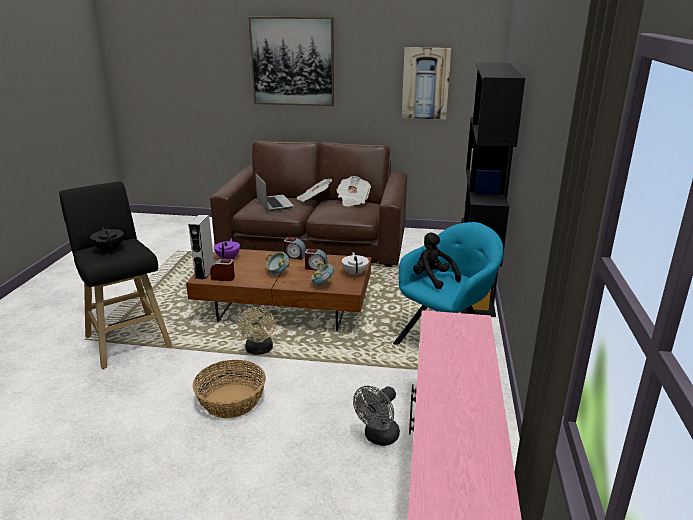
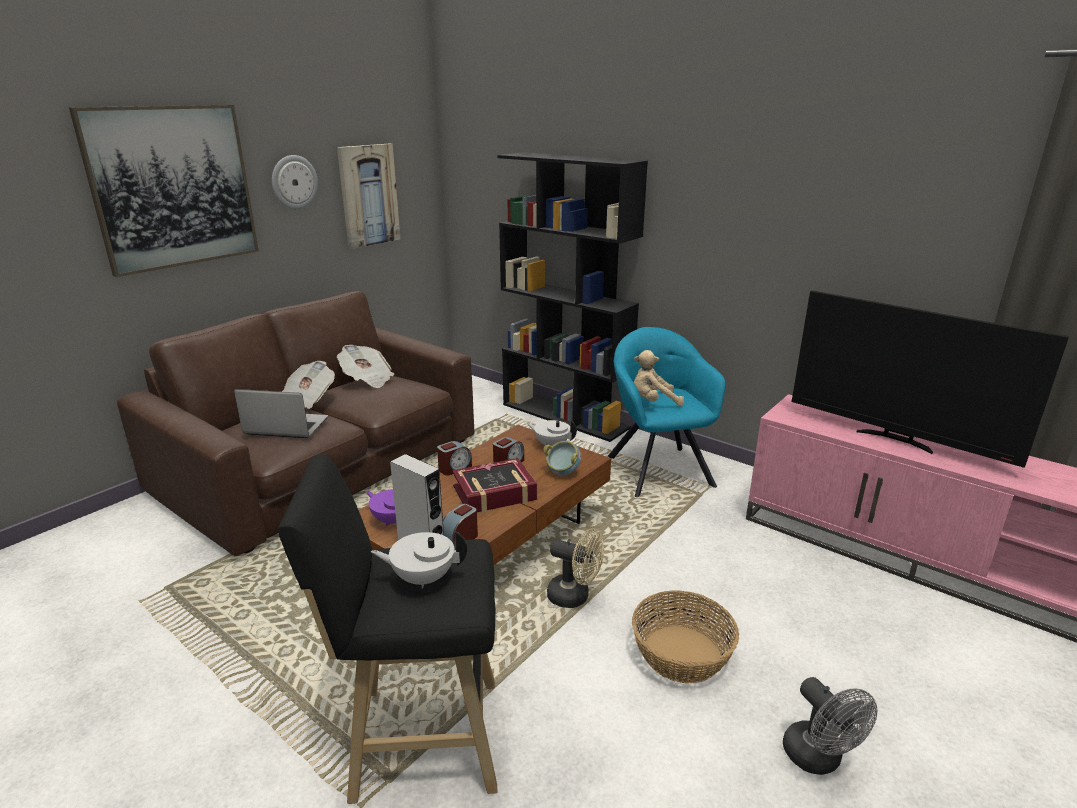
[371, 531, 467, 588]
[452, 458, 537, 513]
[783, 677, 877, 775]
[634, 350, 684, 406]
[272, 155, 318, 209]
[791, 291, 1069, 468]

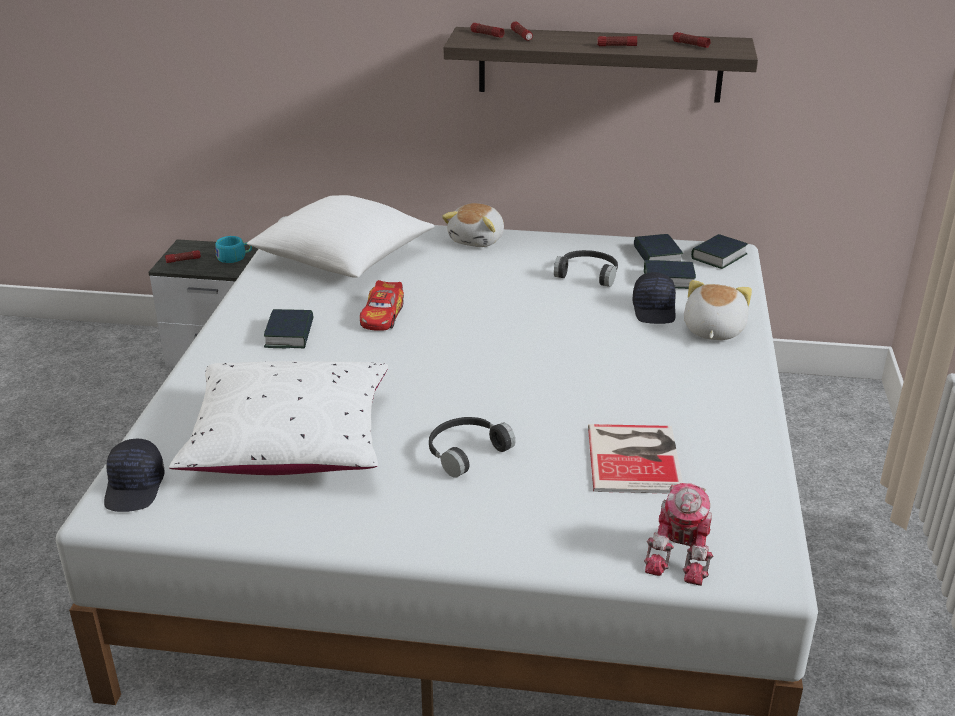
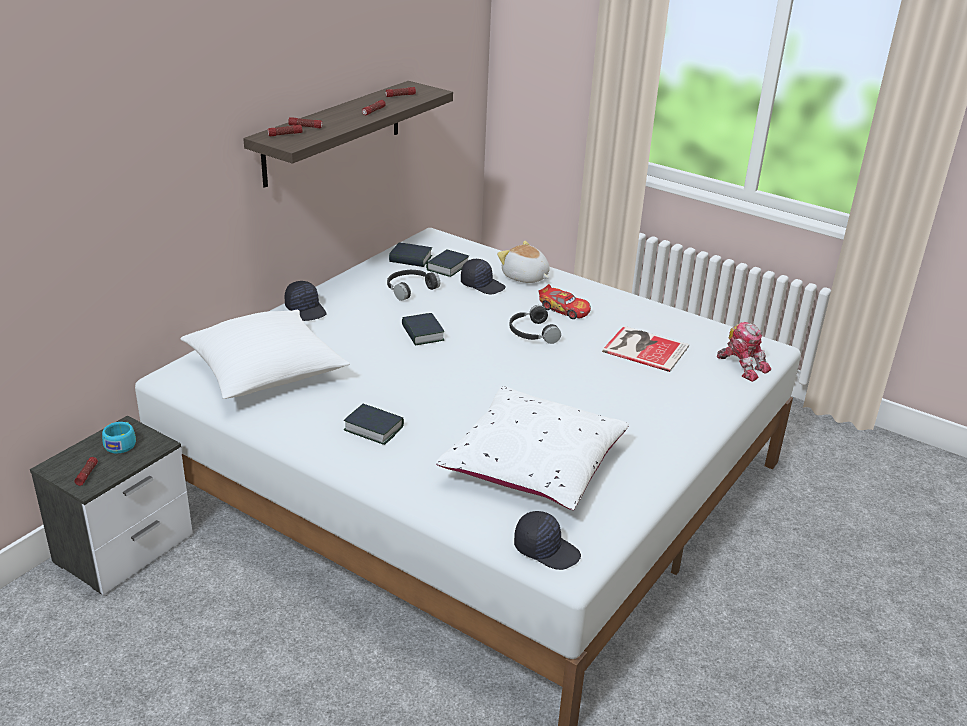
[539, 284, 591, 319]
[509, 305, 561, 344]
[284, 281, 327, 321]
[402, 313, 444, 346]

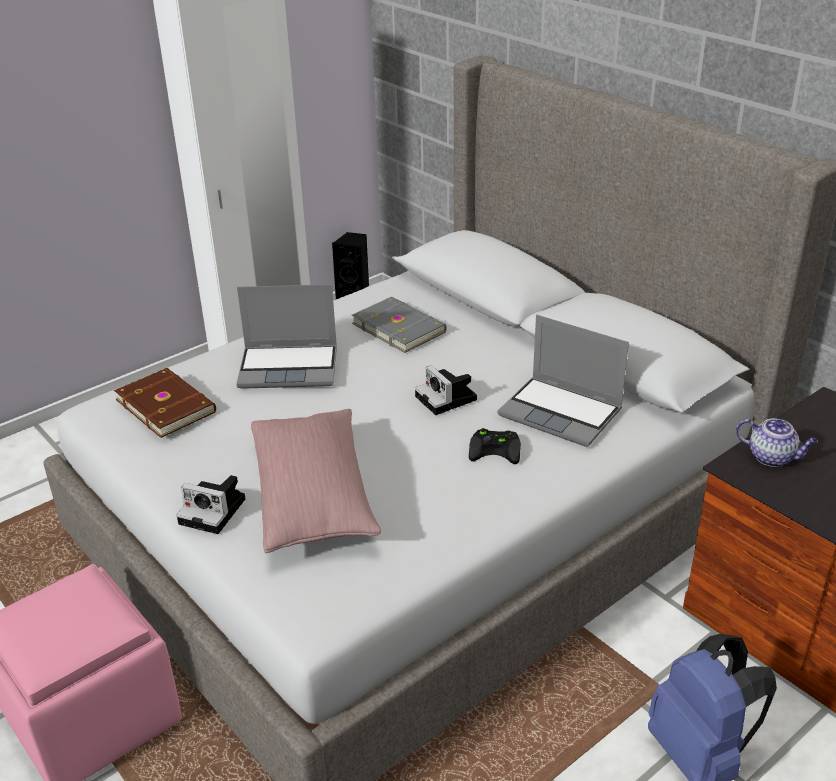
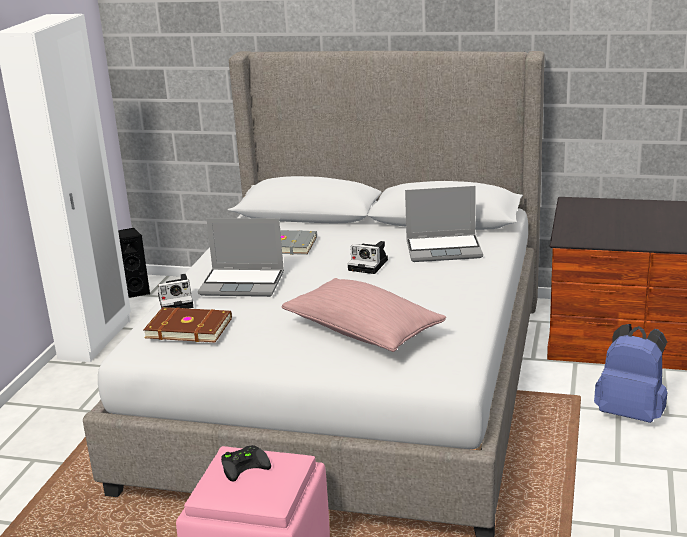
[158, 274, 193, 309]
[198, 218, 284, 297]
[221, 445, 271, 482]
[736, 418, 818, 467] (first image)

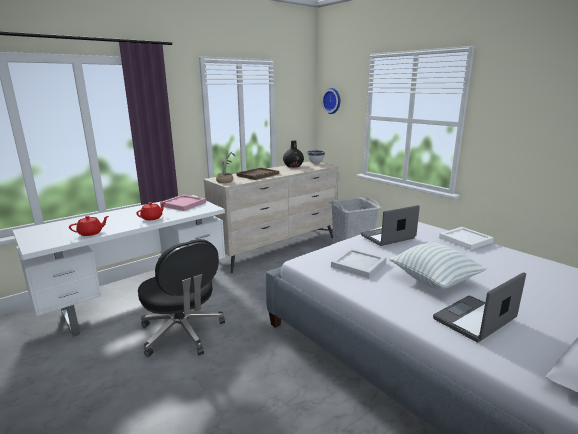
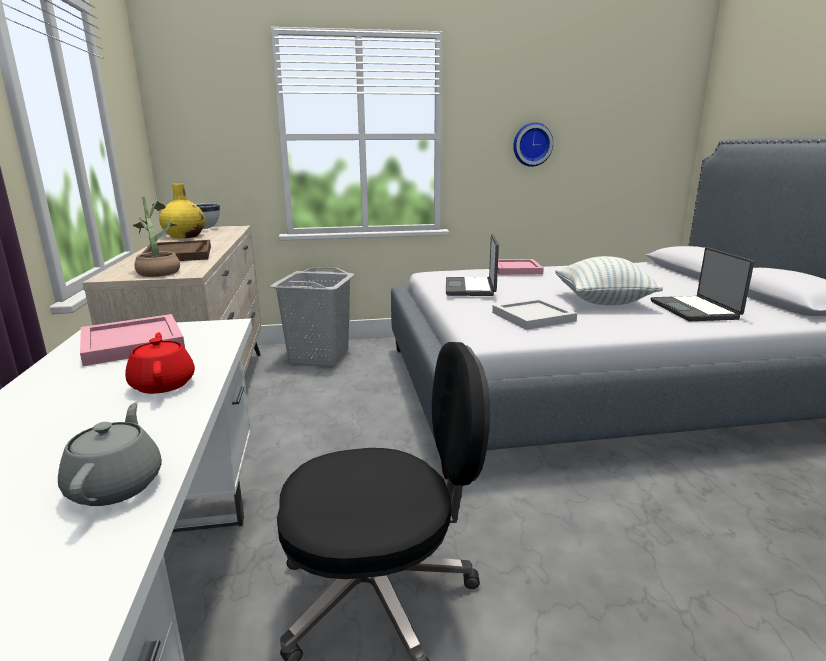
[58, 402, 162, 506]
[159, 183, 205, 239]
[513, 122, 553, 167]
[498, 259, 544, 275]

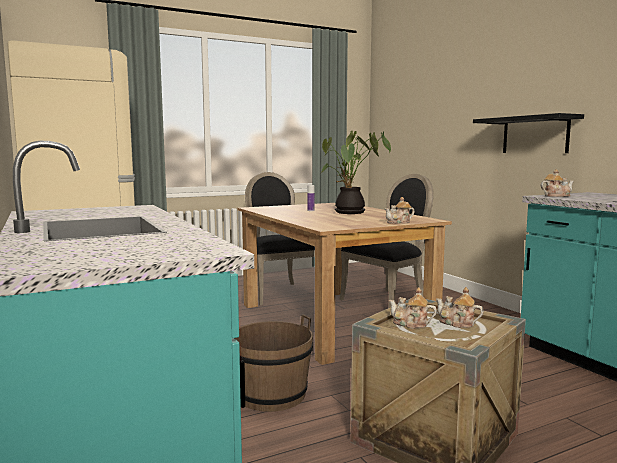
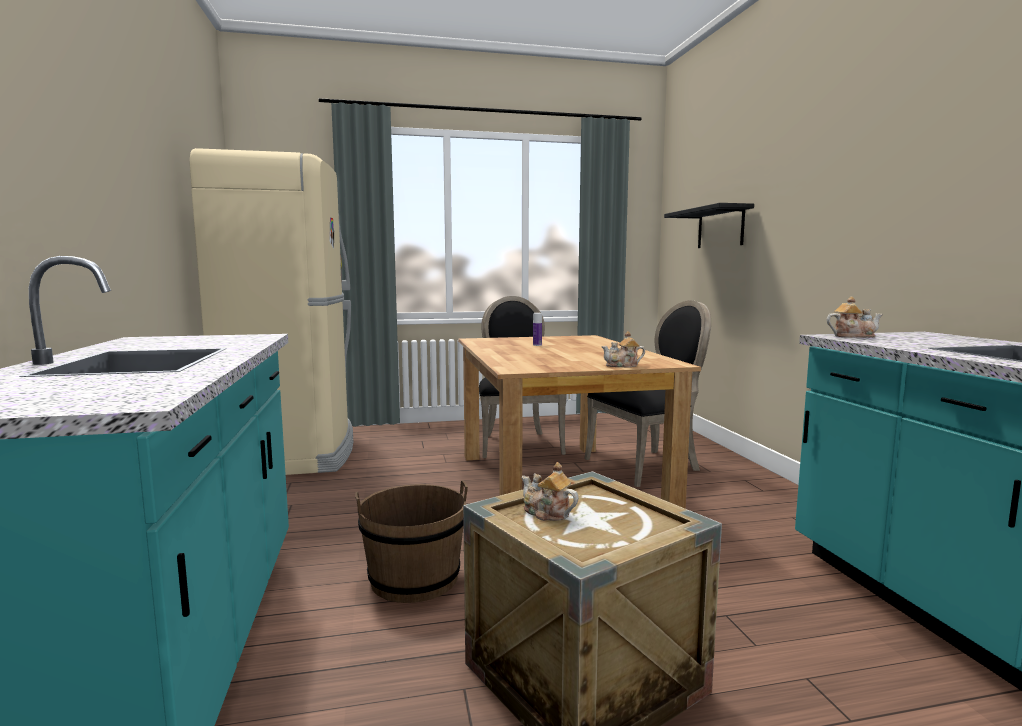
[321, 131, 391, 214] (first image)
[436, 287, 484, 328] (first image)
[664, 203, 754, 248]

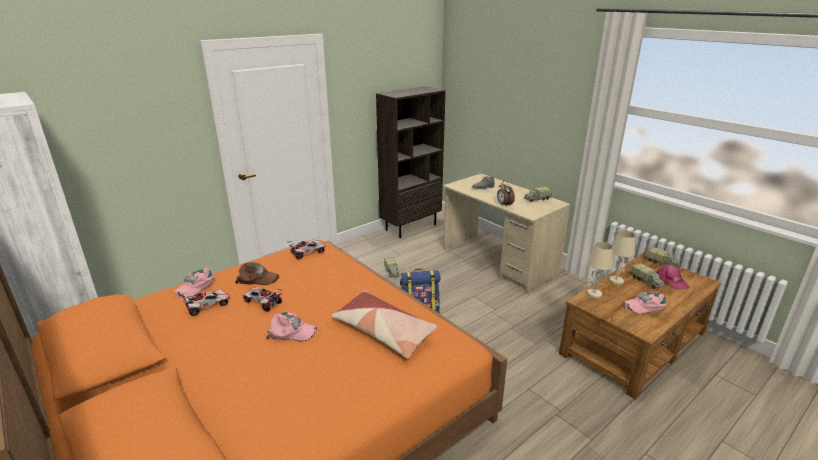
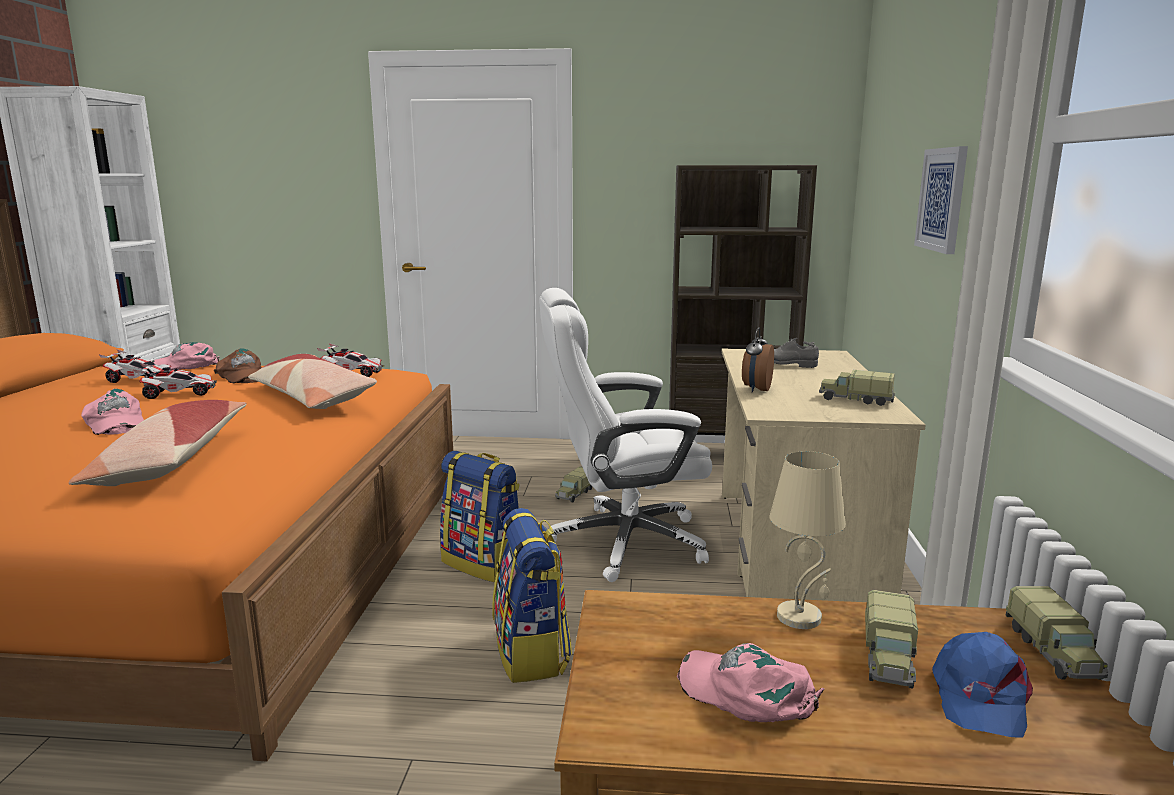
[134, 364, 217, 399]
[587, 242, 613, 298] (first image)
[932, 632, 1033, 738]
[248, 354, 377, 409]
[492, 508, 572, 683]
[539, 288, 712, 582]
[914, 146, 968, 254]

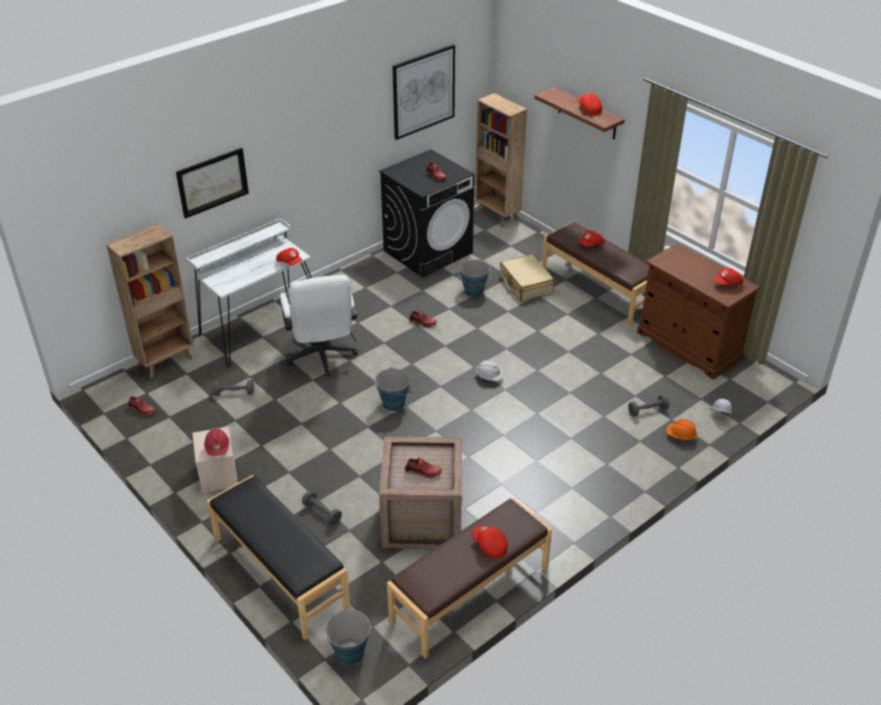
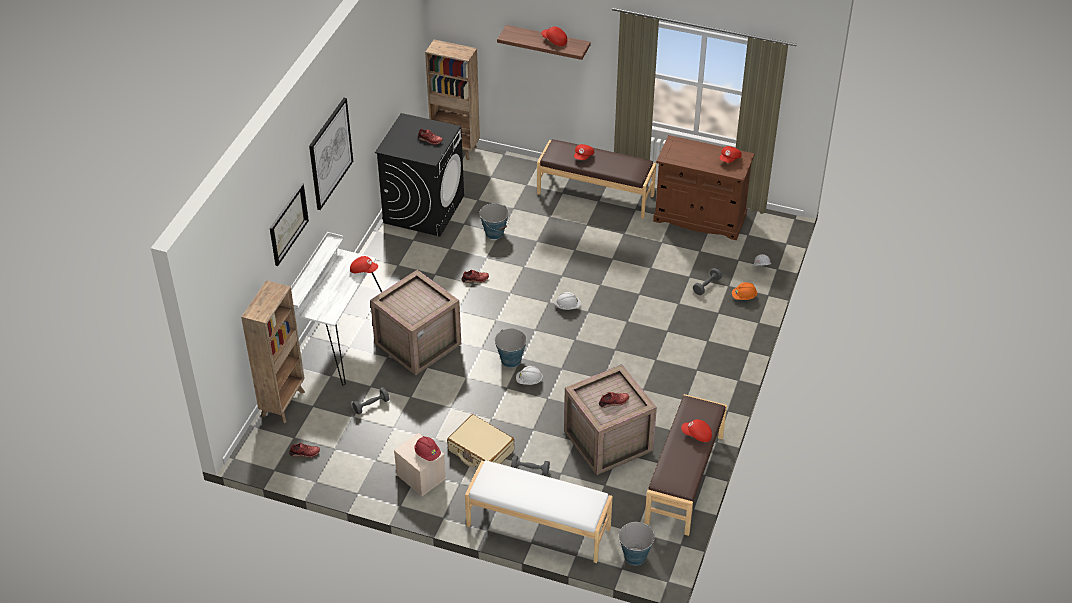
[465, 460, 613, 563]
[370, 270, 461, 376]
[309, 98, 353, 210]
[447, 414, 514, 468]
[516, 366, 543, 385]

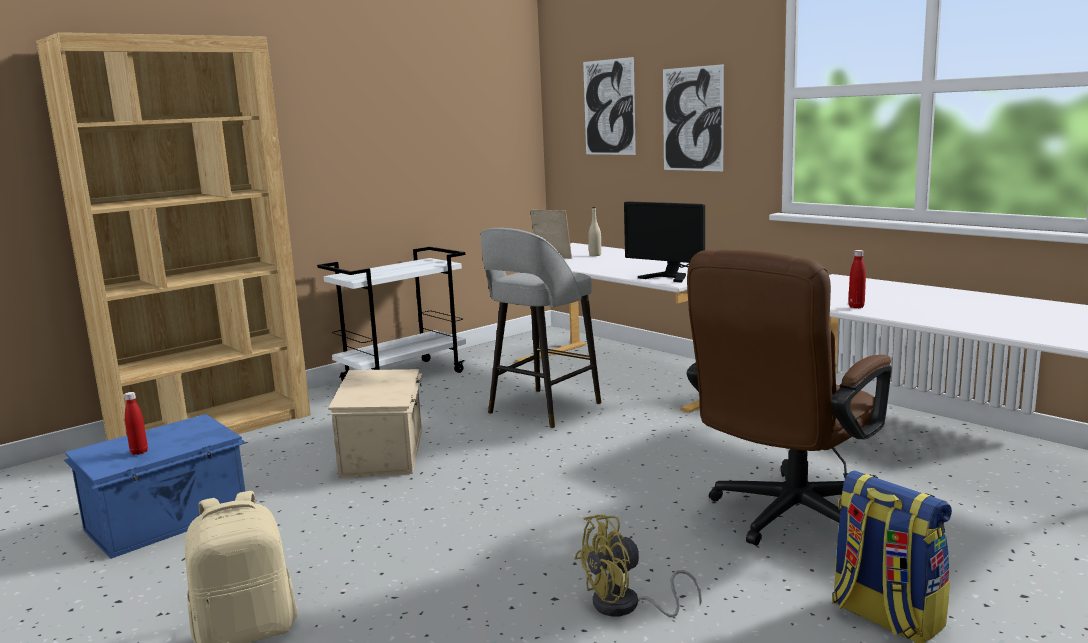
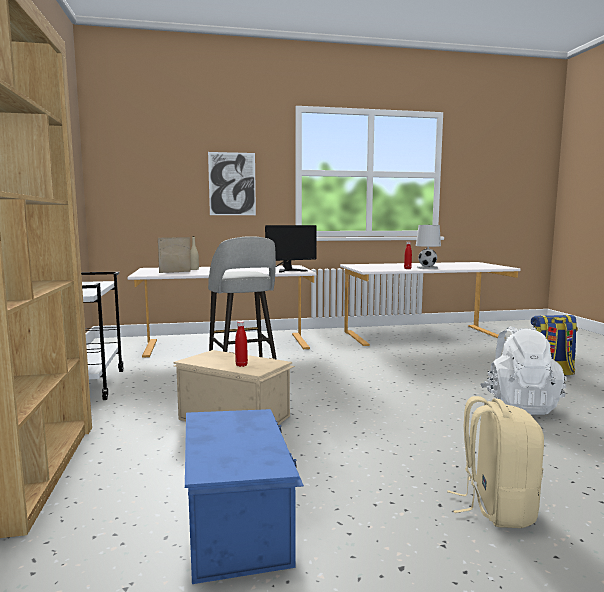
[235, 321, 248, 367]
[481, 326, 567, 415]
[583, 57, 636, 155] (first image)
[687, 250, 892, 546] (first image)
[416, 225, 441, 269]

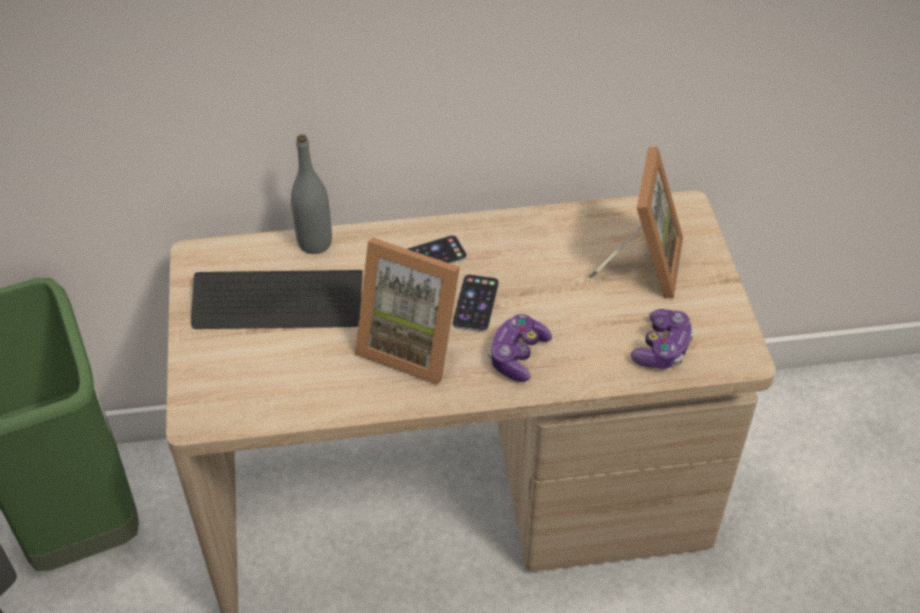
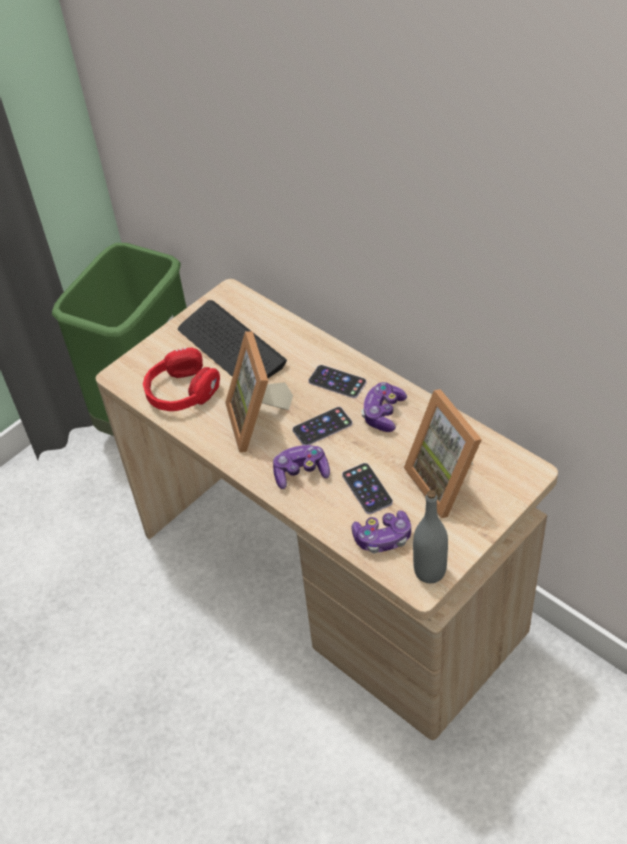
[413, 490, 448, 583]
[404, 389, 482, 518]
[143, 348, 220, 411]
[342, 463, 393, 514]
[361, 382, 407, 432]

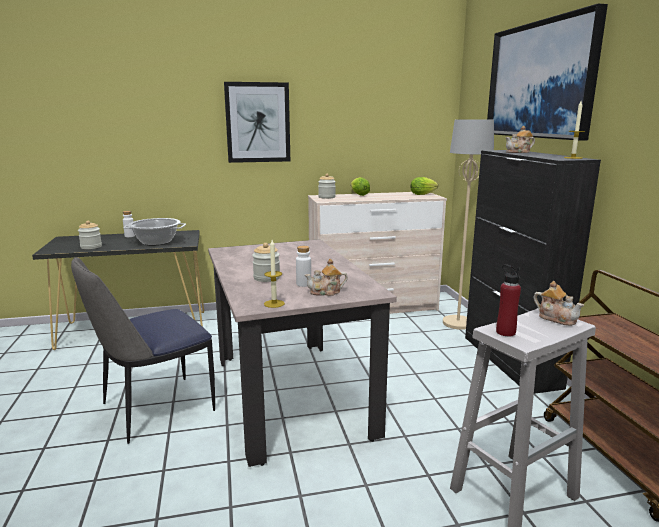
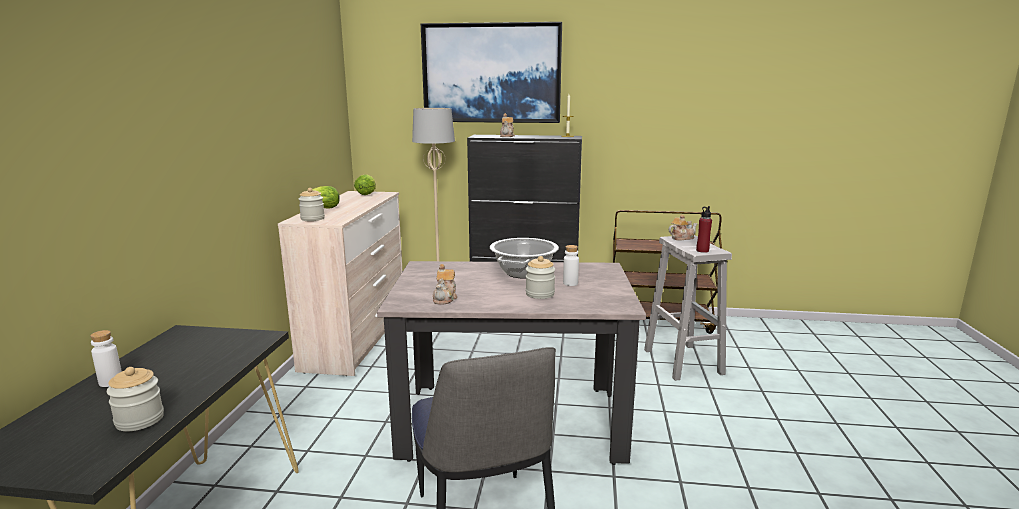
[490, 238, 559, 279]
[224, 82, 290, 163] (first image)
[264, 240, 285, 308] (first image)
[433, 264, 457, 305]

